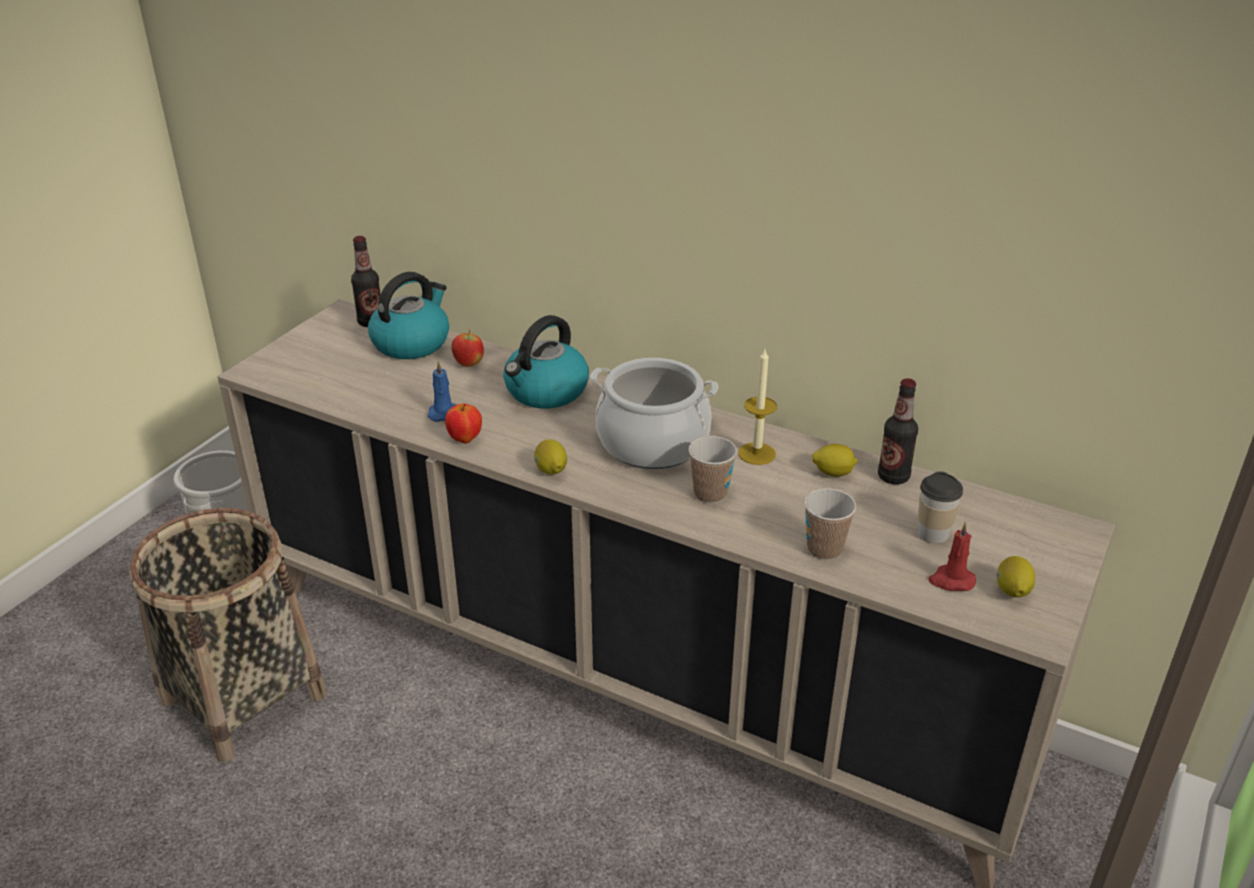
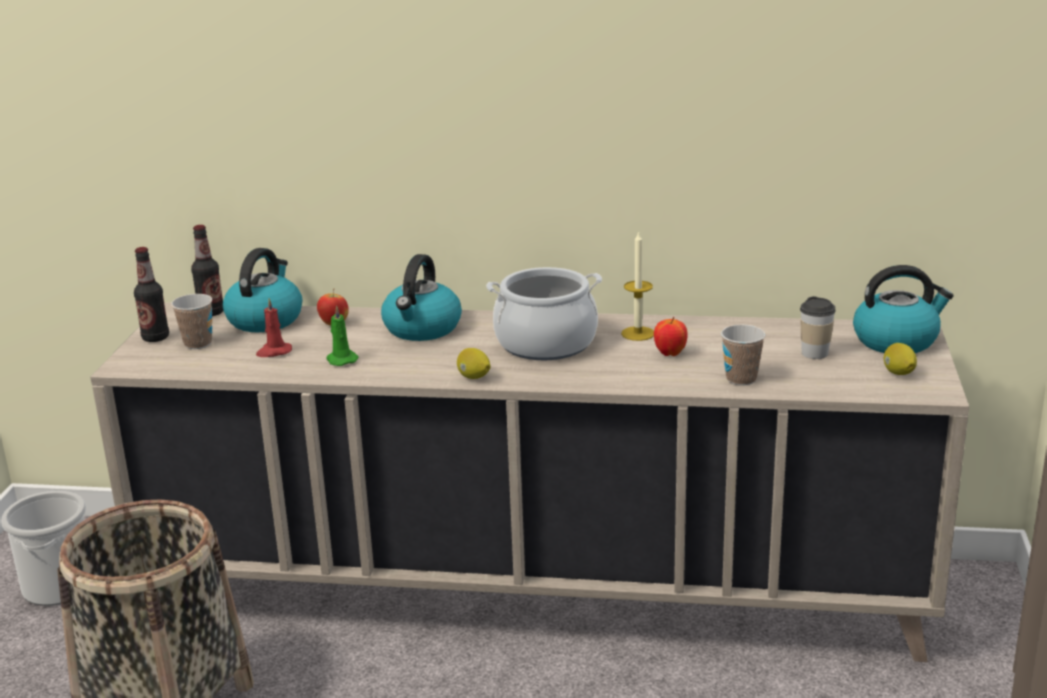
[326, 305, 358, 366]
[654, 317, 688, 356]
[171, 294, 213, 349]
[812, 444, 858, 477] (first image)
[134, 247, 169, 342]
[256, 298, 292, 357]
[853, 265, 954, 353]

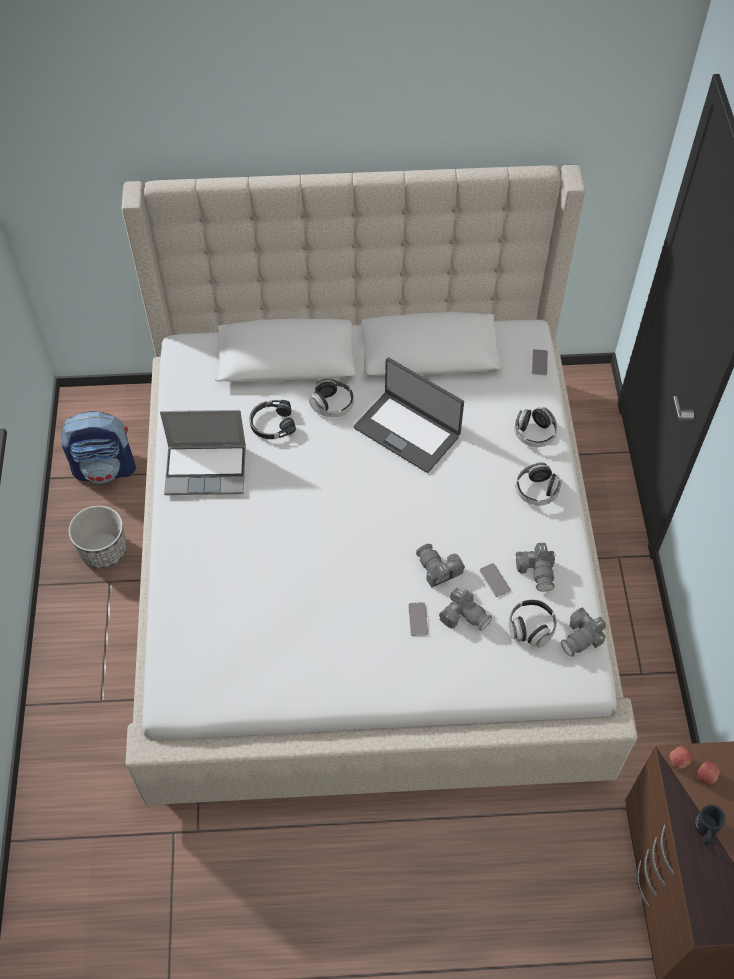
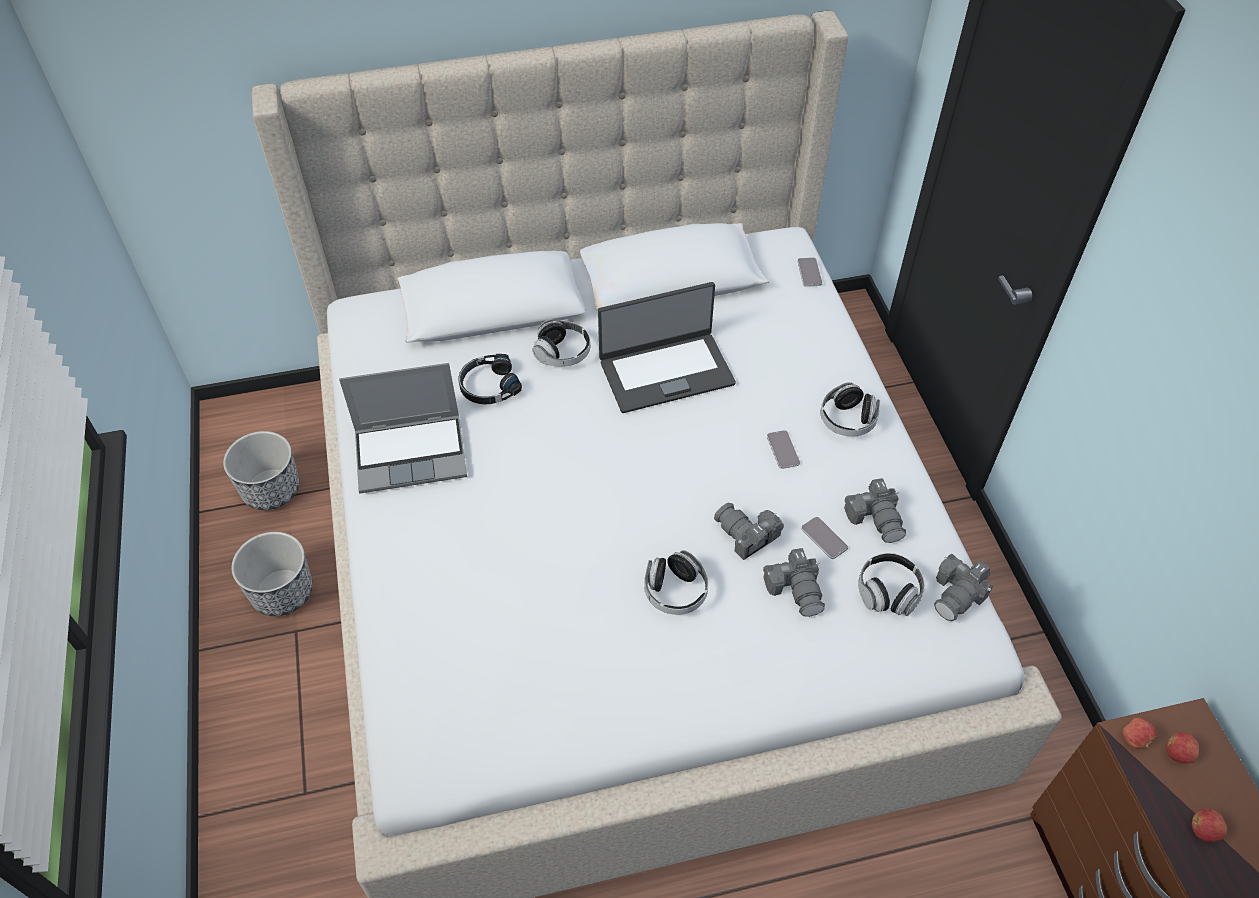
[223, 431, 300, 510]
[598, 282, 736, 413]
[767, 430, 800, 469]
[763, 548, 825, 617]
[644, 550, 708, 615]
[1192, 809, 1227, 842]

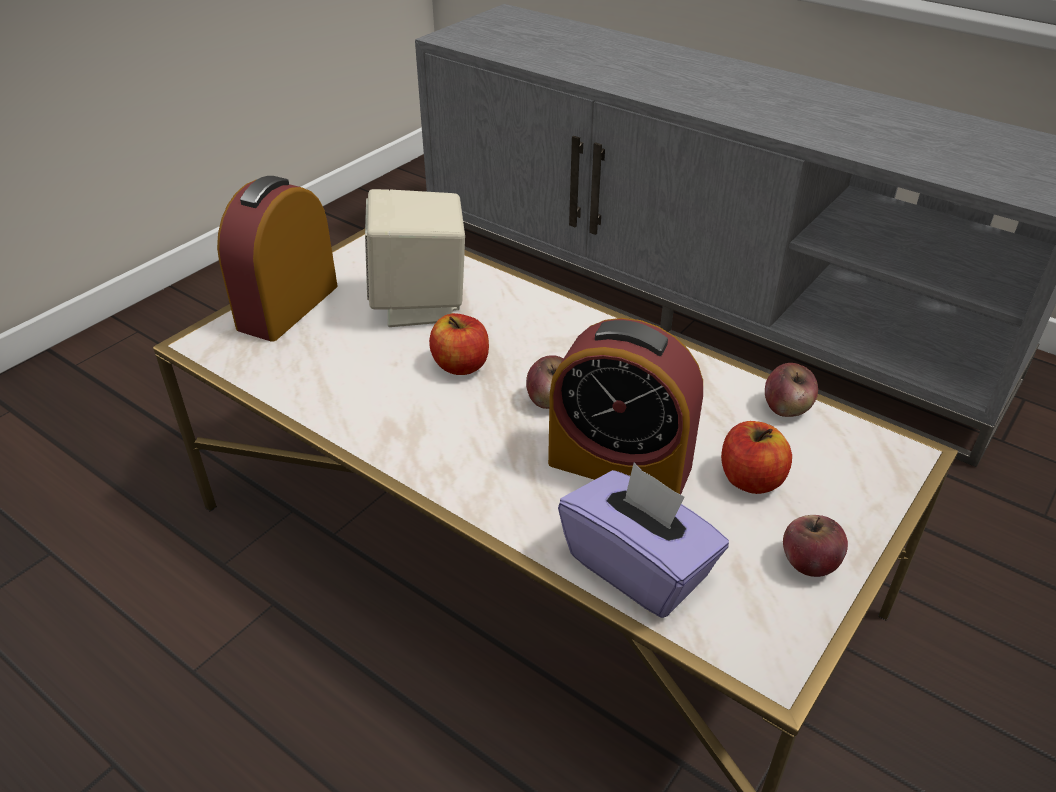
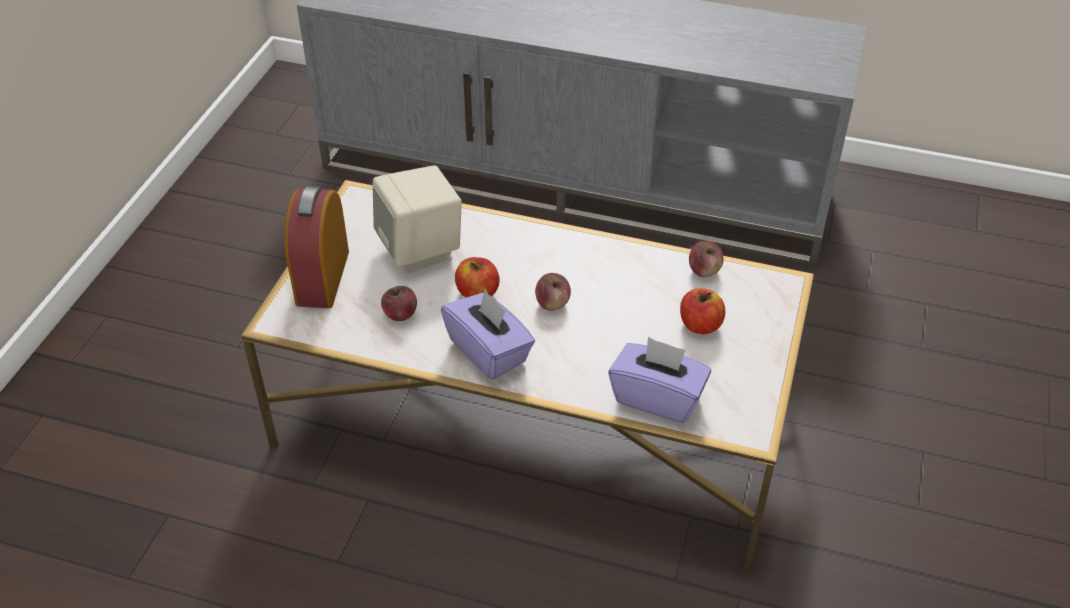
[548, 318, 703, 495] (first image)
[381, 286, 417, 321]
[441, 289, 535, 380]

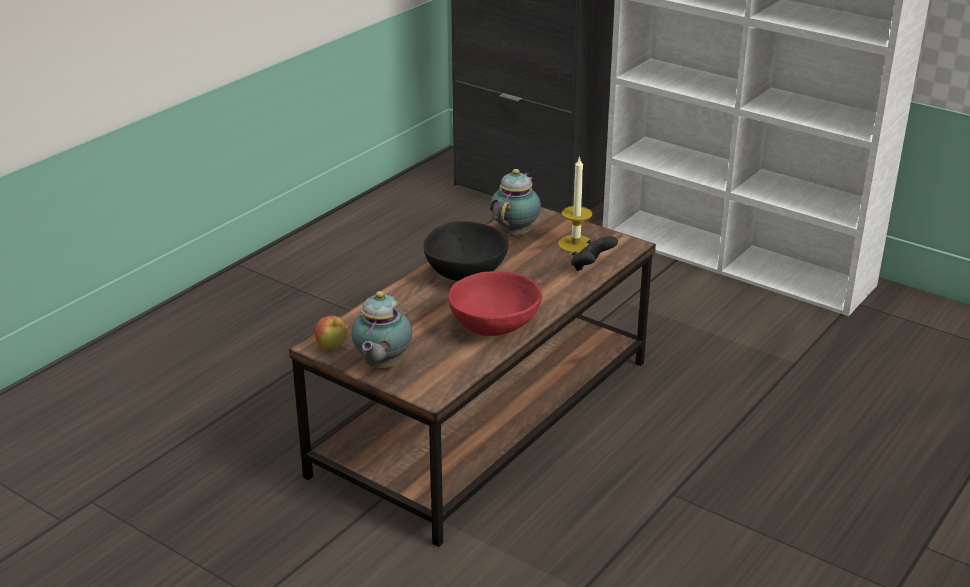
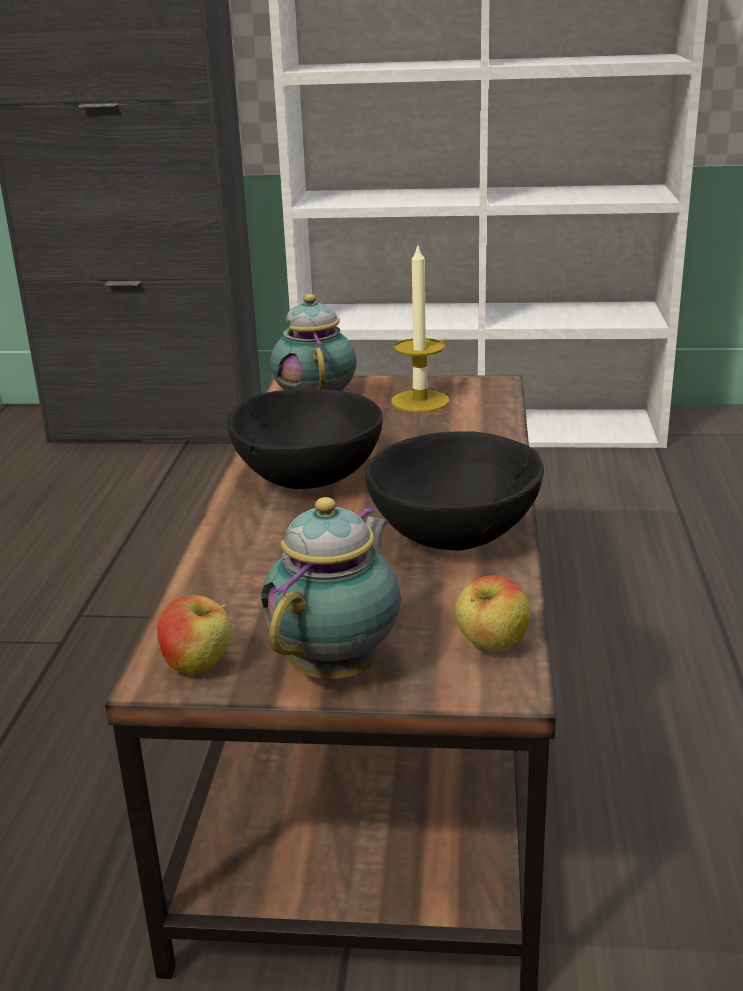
[261, 497, 401, 680]
[365, 431, 544, 551]
[571, 236, 618, 271] (first image)
[455, 575, 530, 651]

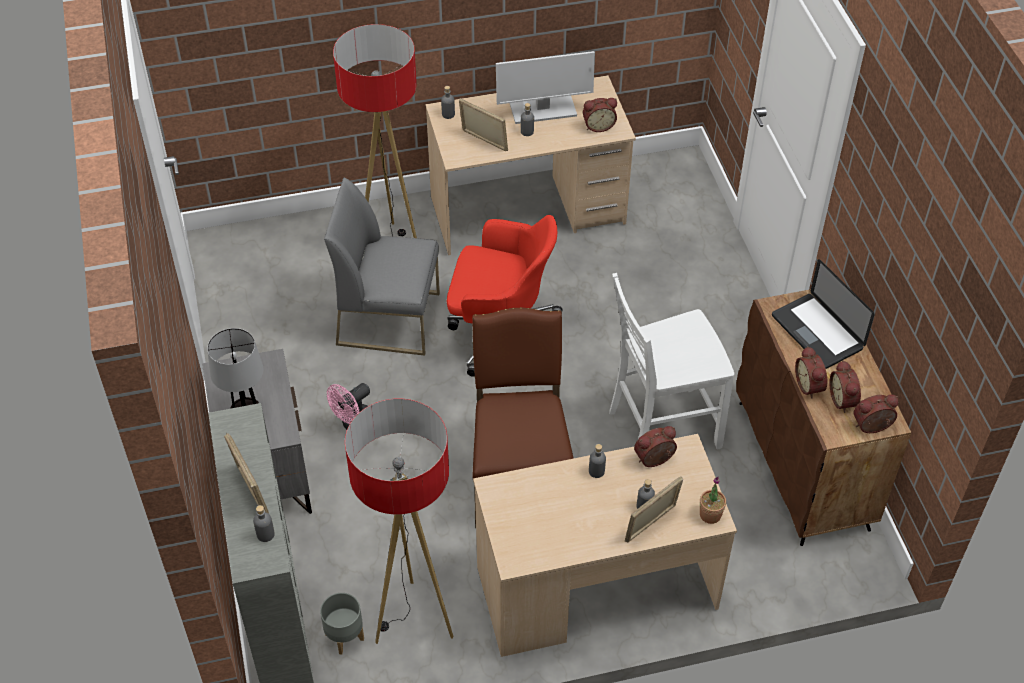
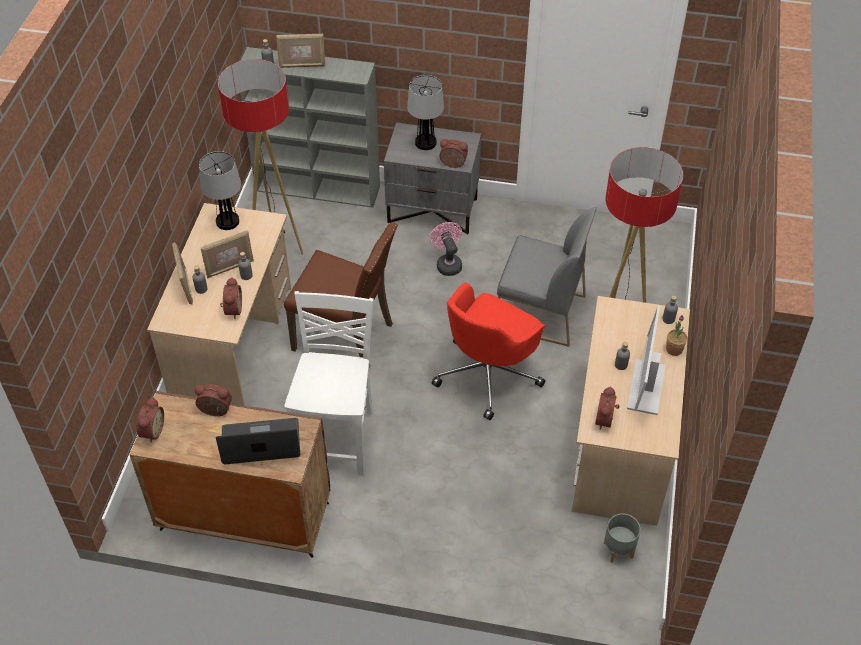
[604, 514, 641, 563]
[497, 207, 597, 347]
[201, 231, 254, 278]
[666, 315, 688, 356]
[440, 139, 468, 168]
[199, 151, 241, 230]

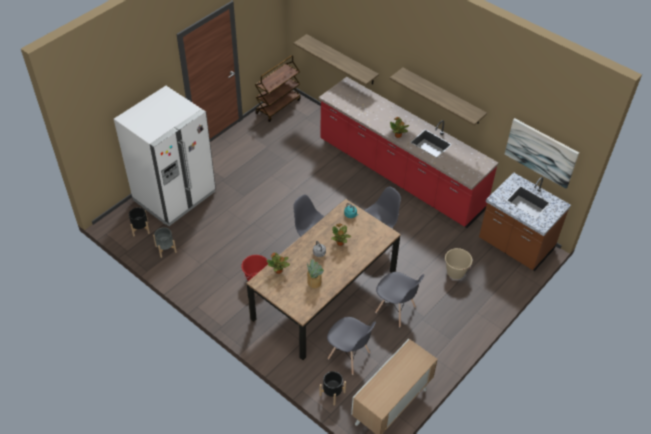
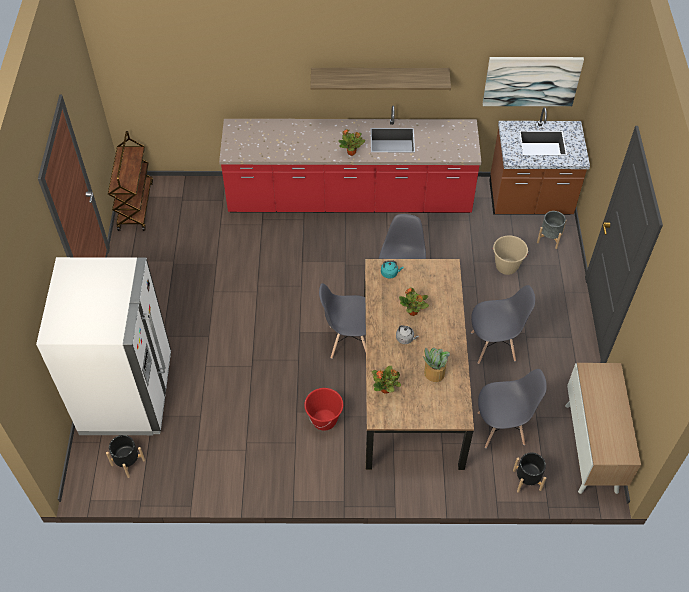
[537, 211, 567, 249]
[293, 34, 379, 85] (first image)

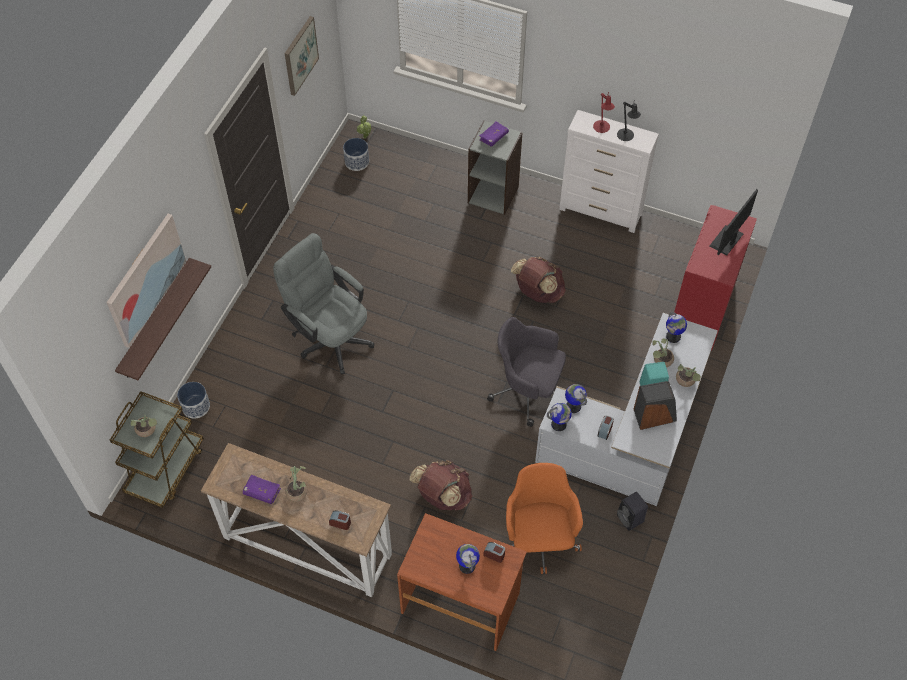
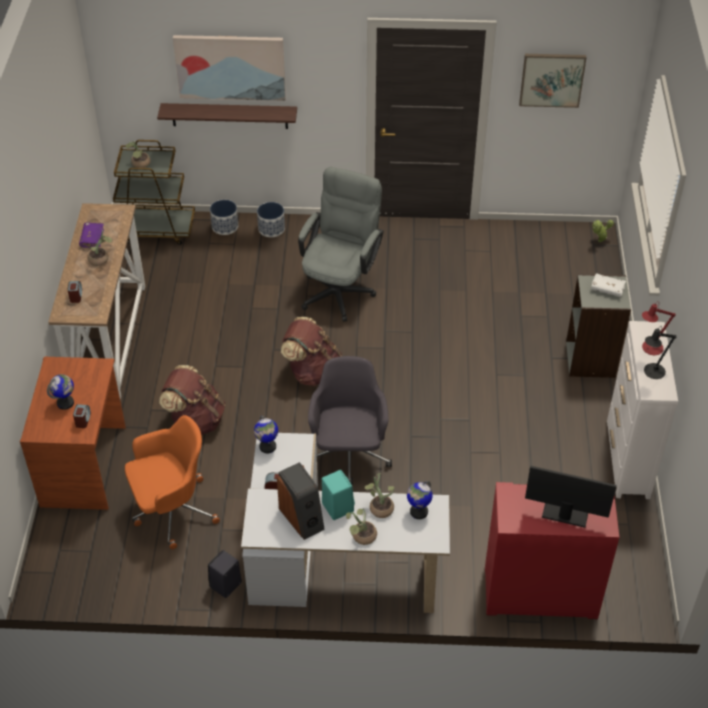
[257, 202, 285, 237]
[591, 273, 626, 297]
[281, 317, 342, 386]
[565, 384, 587, 413] (first image)

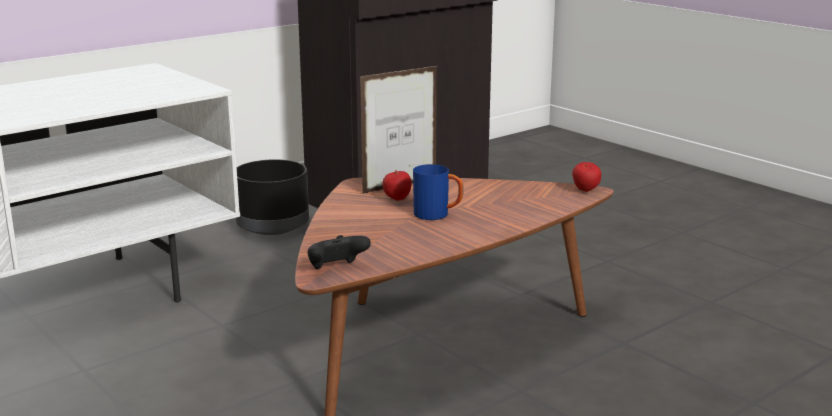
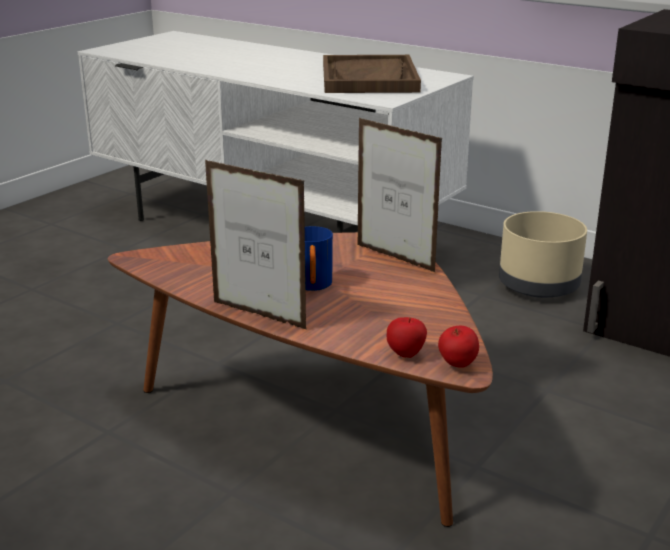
[499, 211, 587, 298]
[307, 235, 371, 269] (first image)
[387, 317, 427, 358]
[205, 160, 307, 330]
[323, 55, 421, 93]

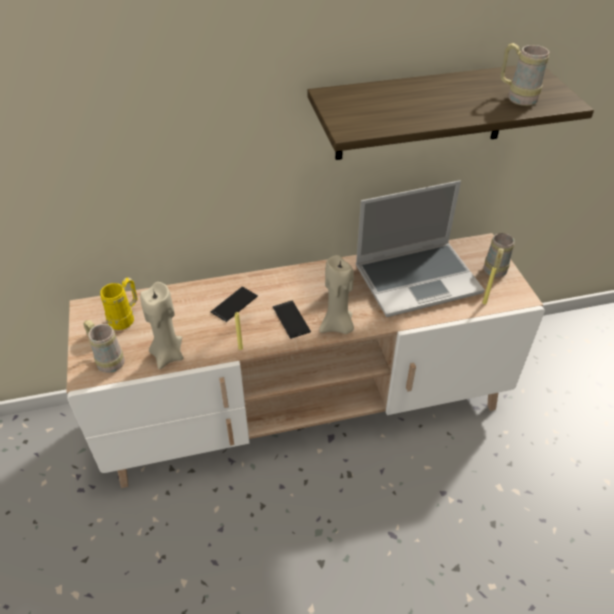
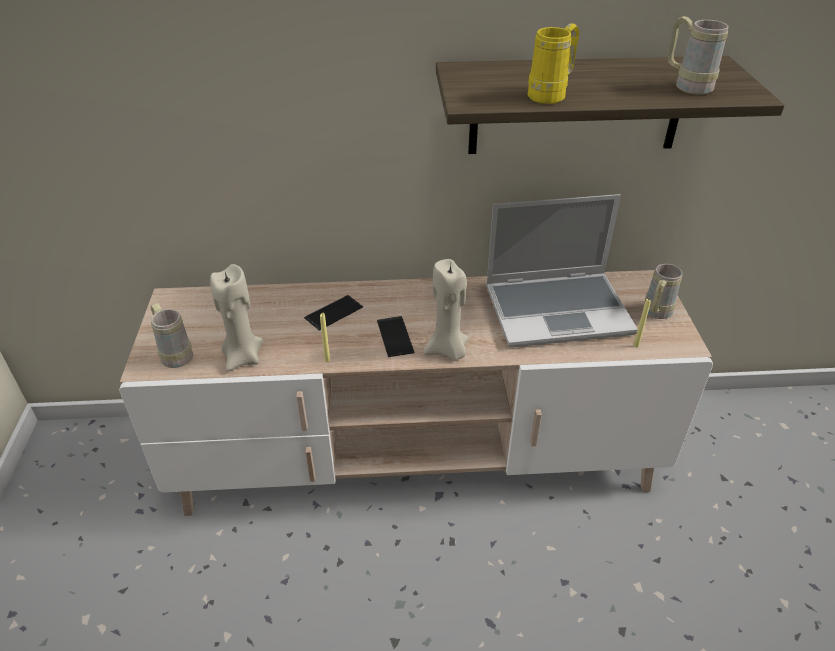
[528, 23, 579, 104]

